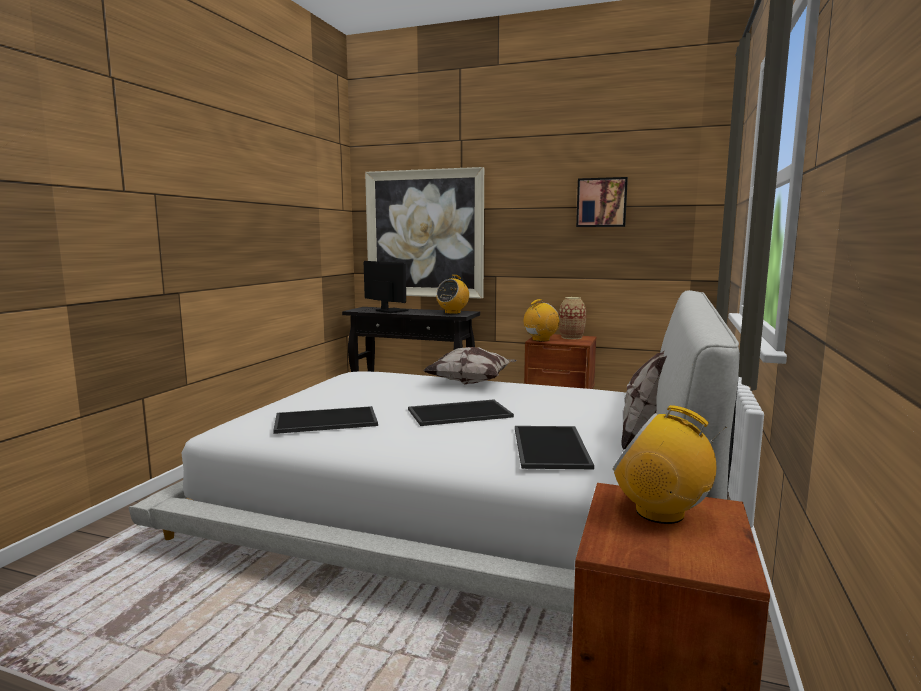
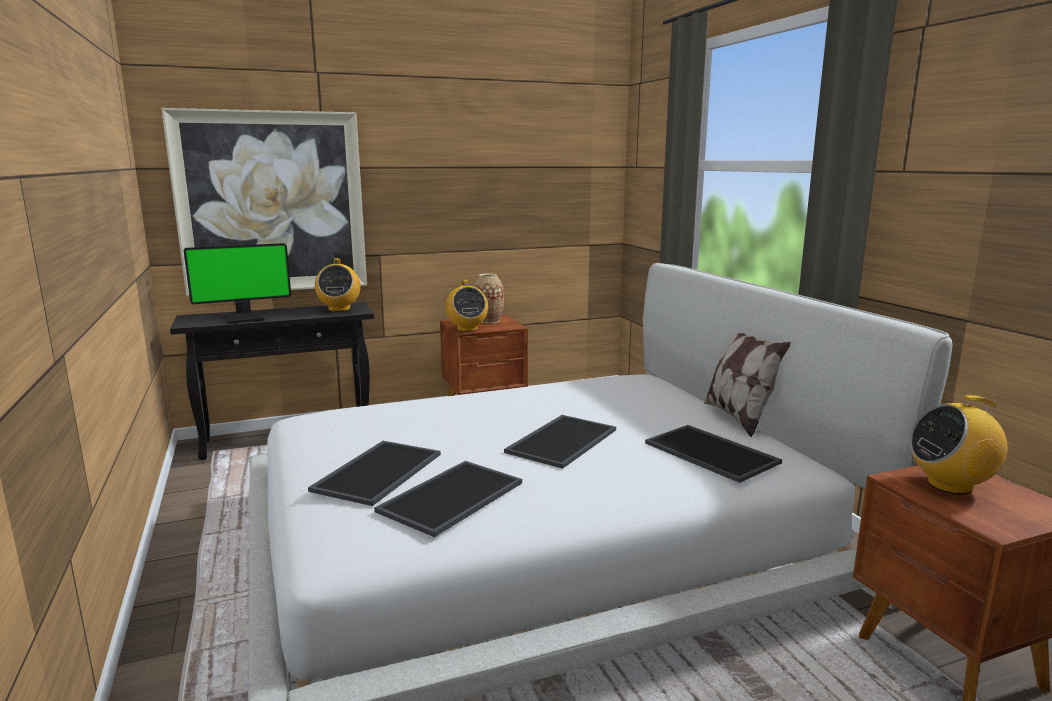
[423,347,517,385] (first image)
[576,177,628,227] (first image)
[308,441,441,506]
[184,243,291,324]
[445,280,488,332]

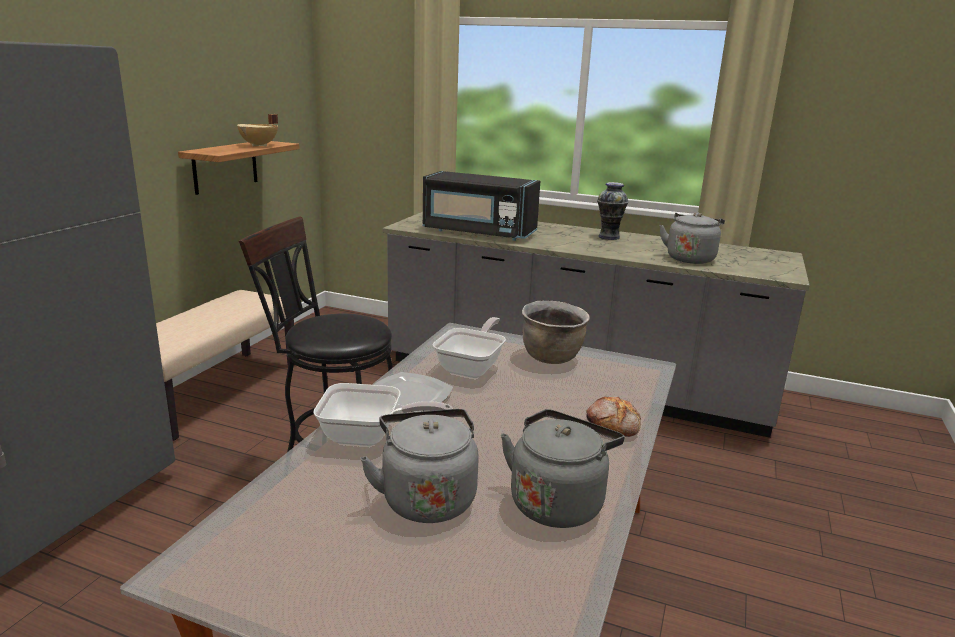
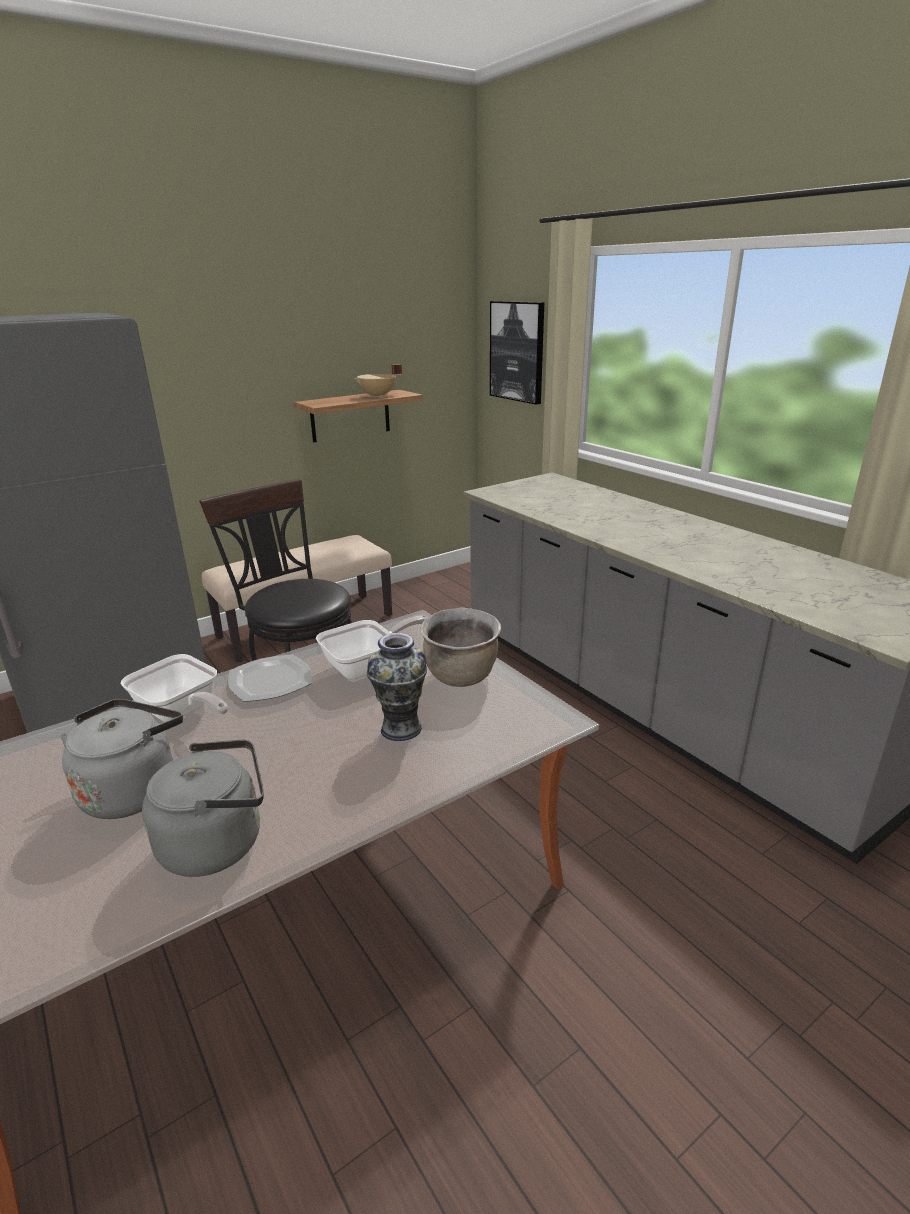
[423,171,540,241] (first image)
[586,396,641,437] (first image)
[659,212,725,264] (first image)
[490,301,544,405]
[367,633,427,741]

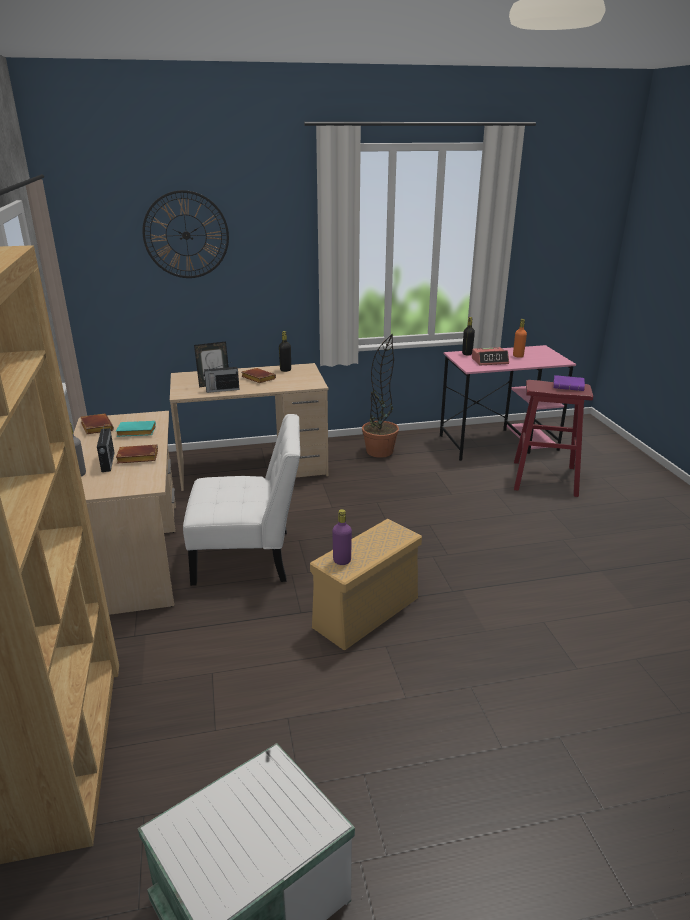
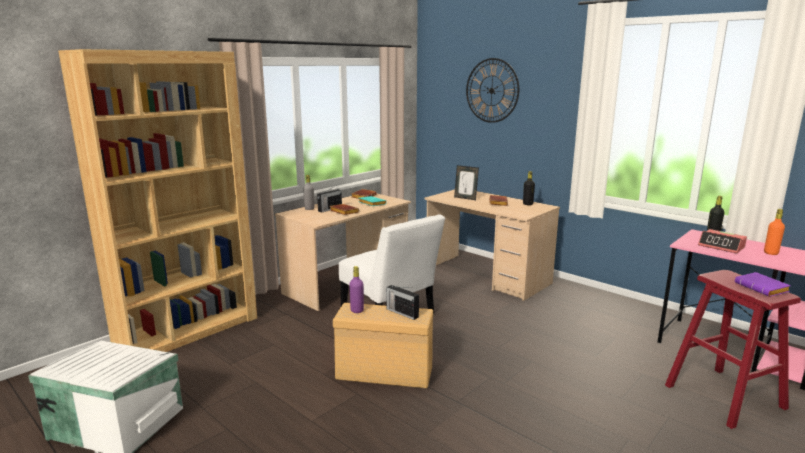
[362,334,399,458] (first image)
[386,285,419,320]

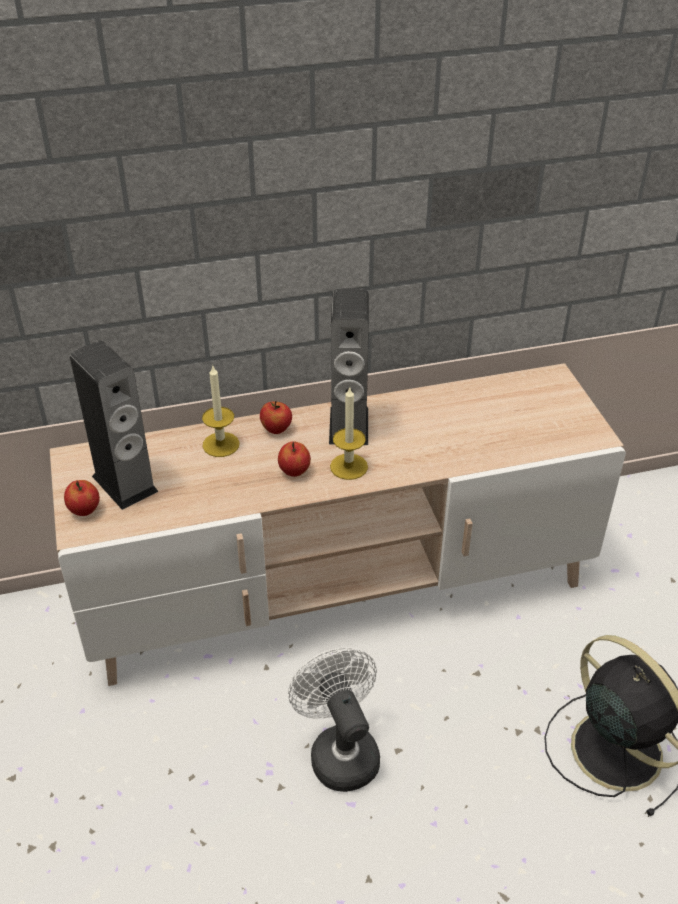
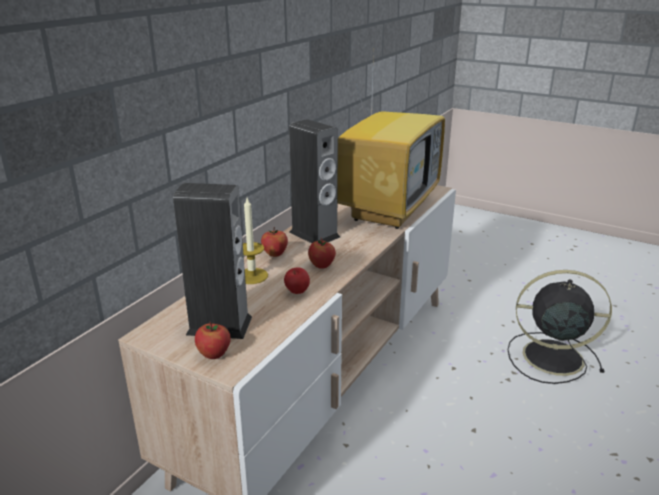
[288,647,380,792] (first image)
[330,386,368,480] (first image)
[284,267,310,294]
[337,52,445,229]

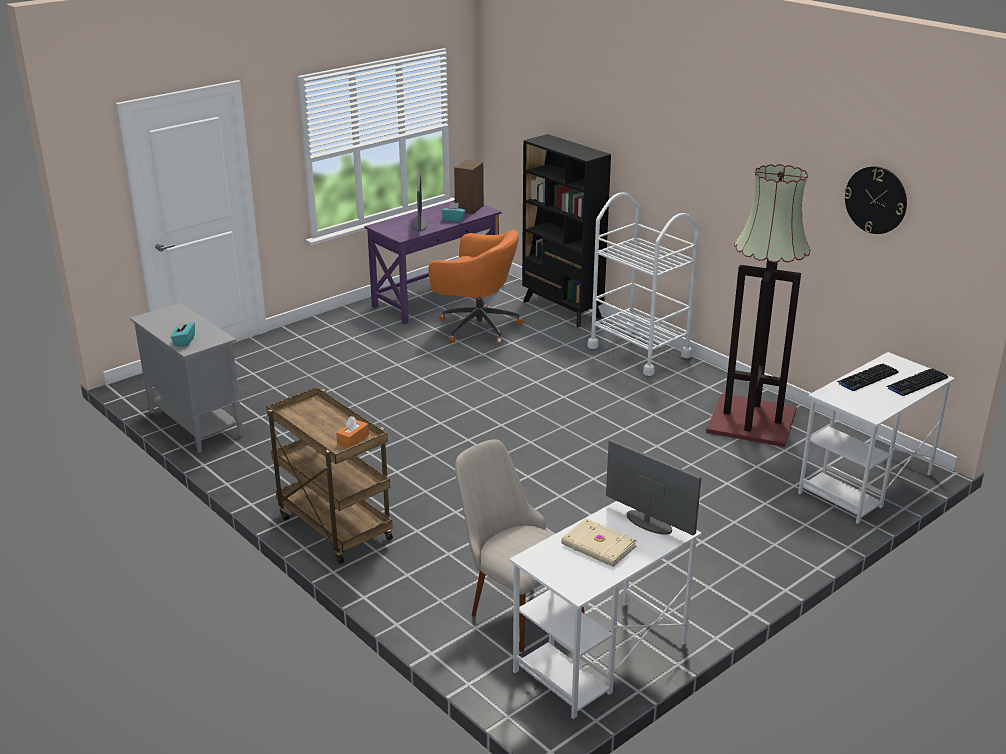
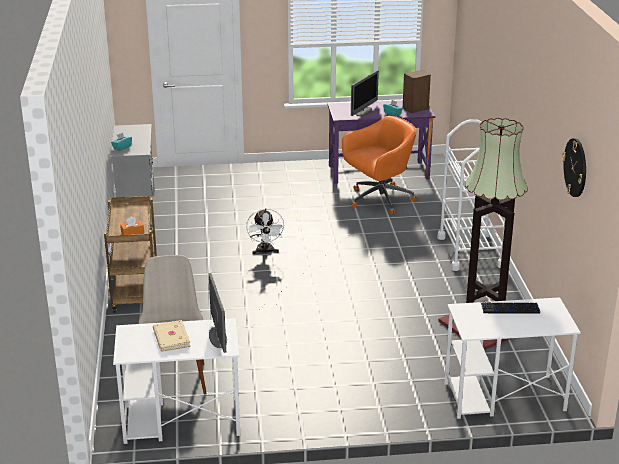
[522,134,611,327] (first image)
[886,368,948,396] (first image)
[246,209,285,255]
[342,116,417,214]

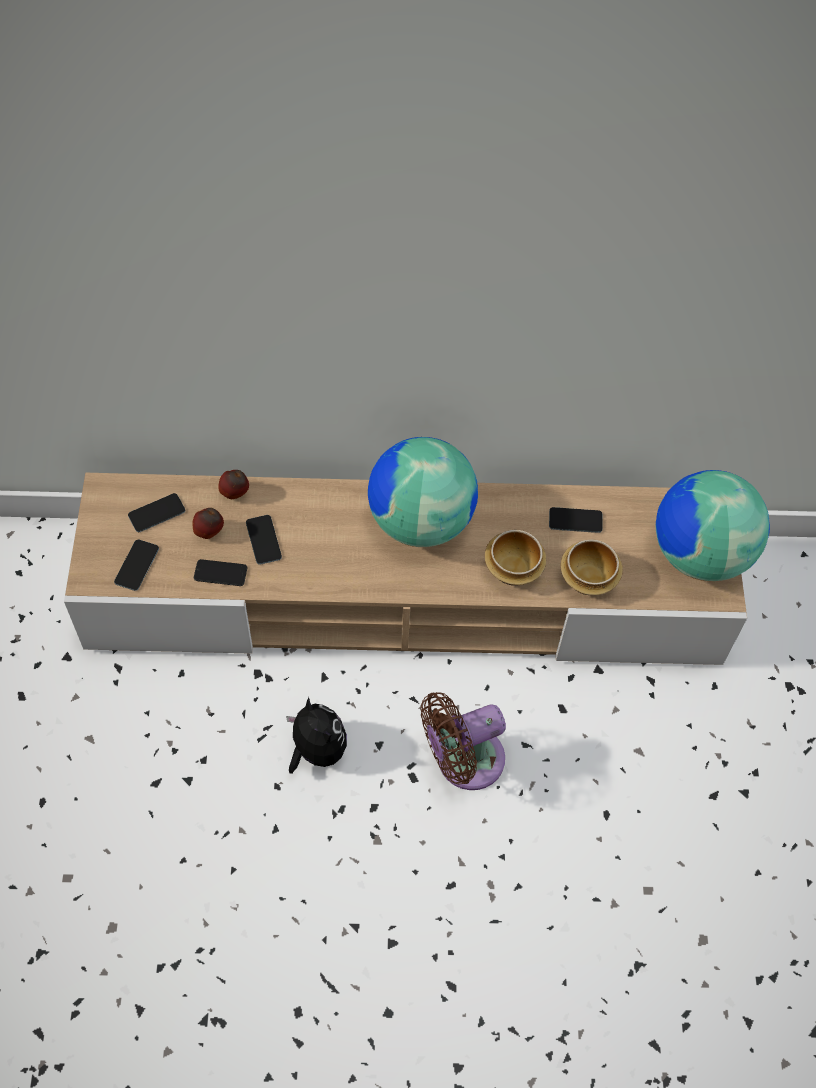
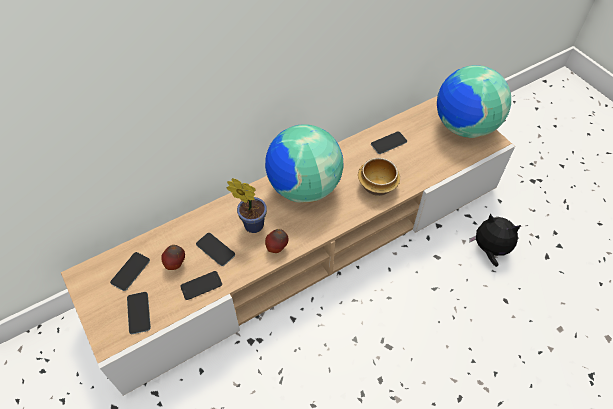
[420,692,506,790] (first image)
[561,539,623,595] (first image)
[227,178,267,233]
[265,229,289,253]
[469,213,521,267]

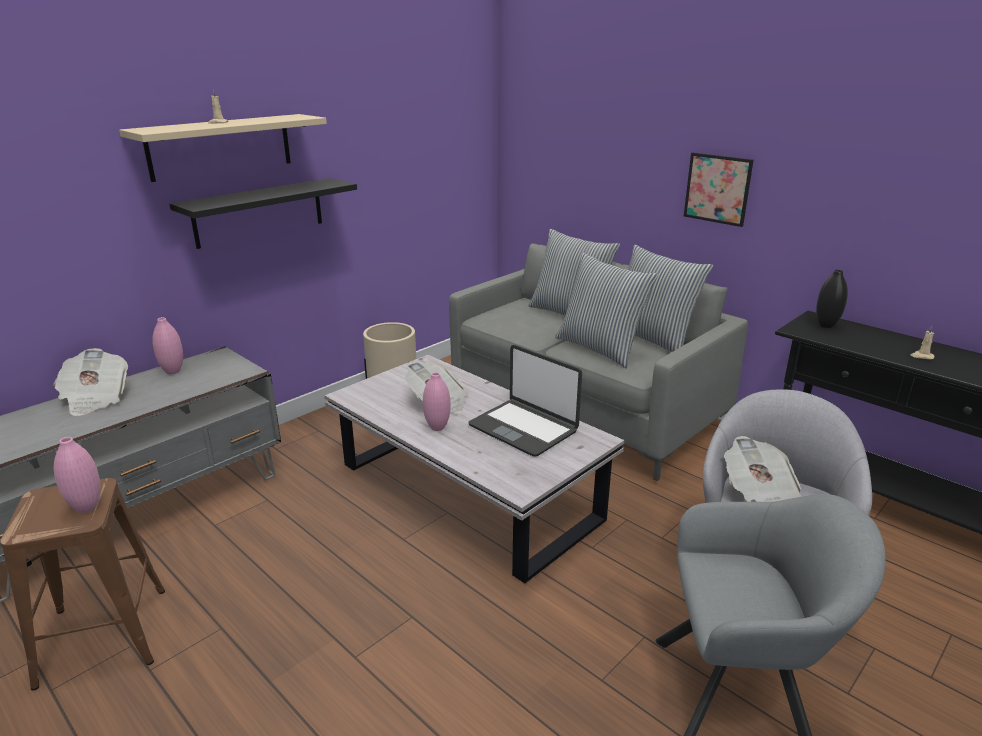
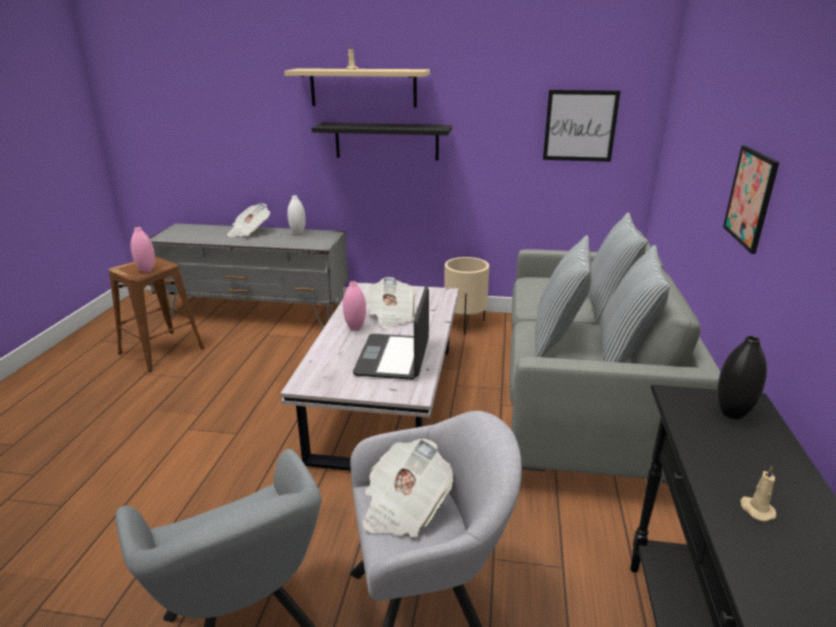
[543,90,620,162]
[287,195,306,235]

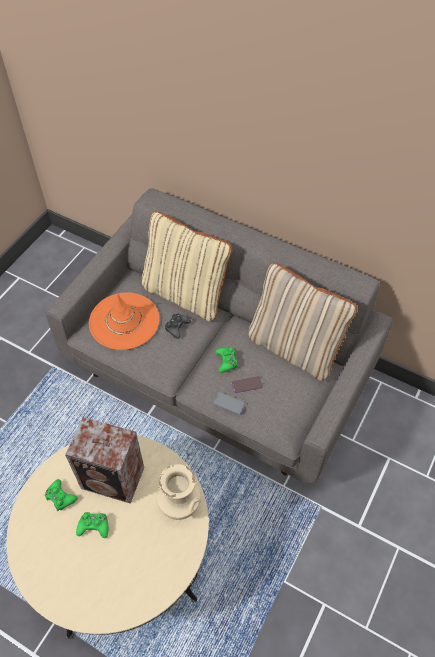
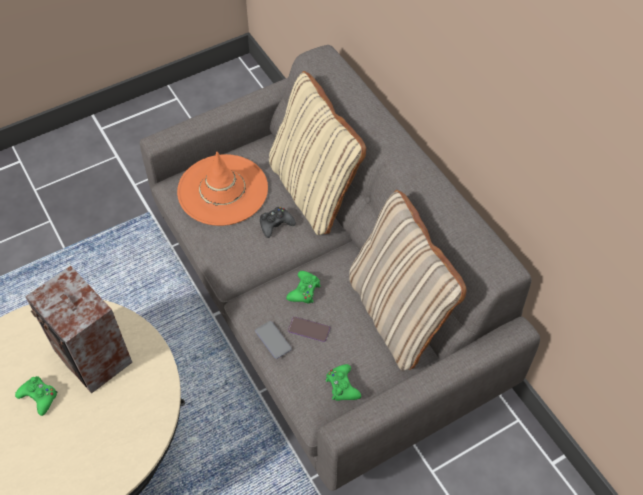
[156,464,201,520] (first image)
[326,364,361,401]

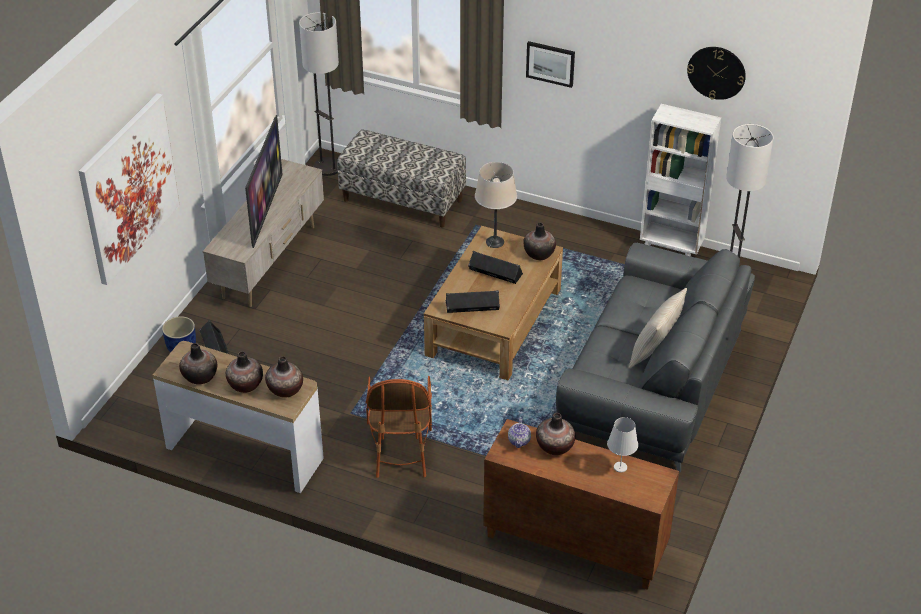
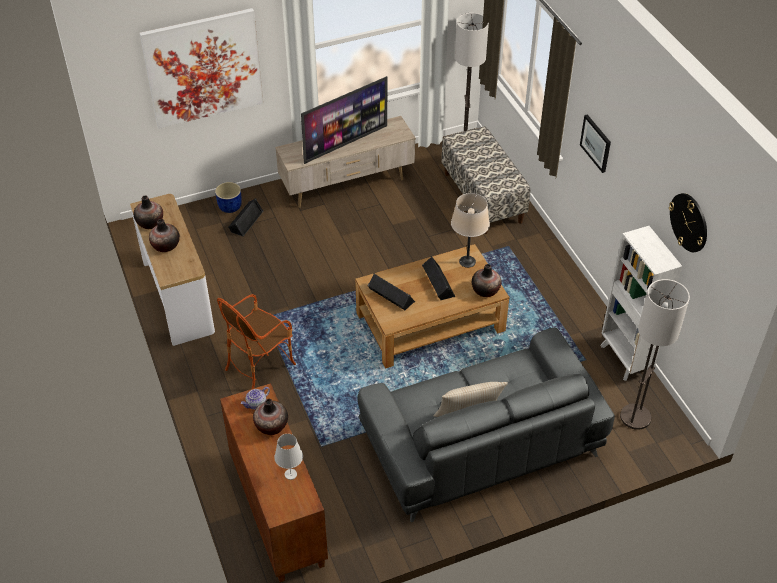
[265,356,303,398] (first image)

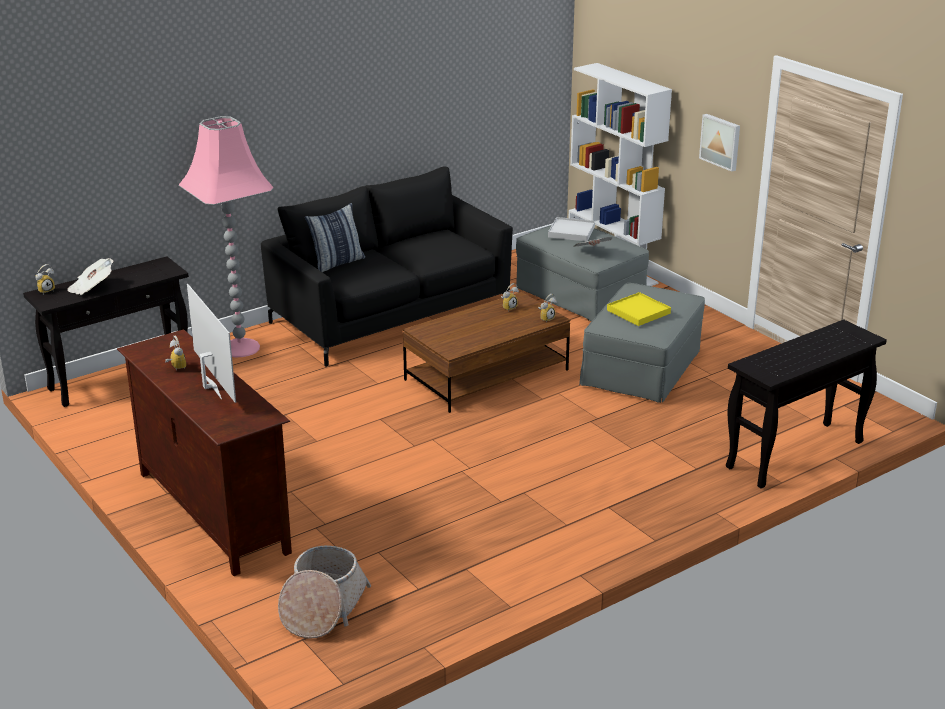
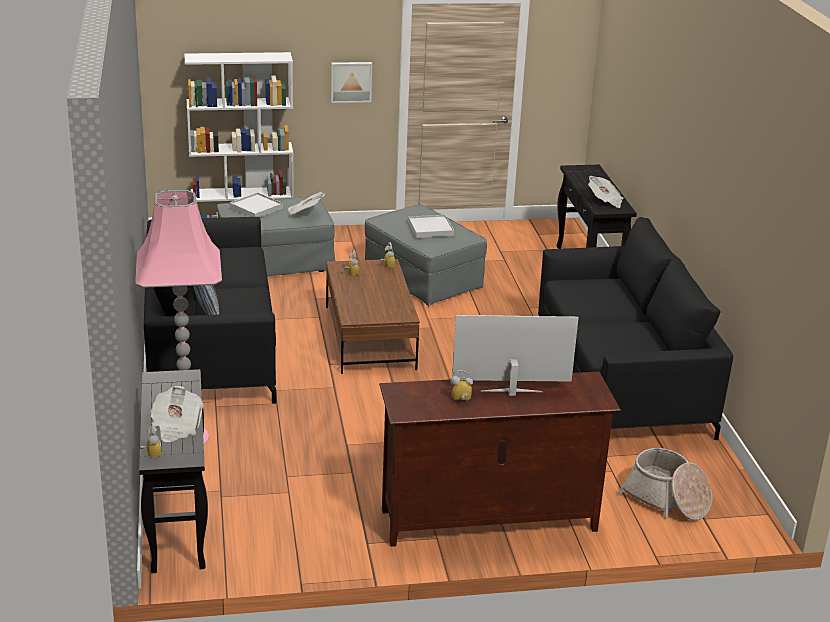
[538,217,733,440]
[589,176,623,208]
[408,215,454,238]

